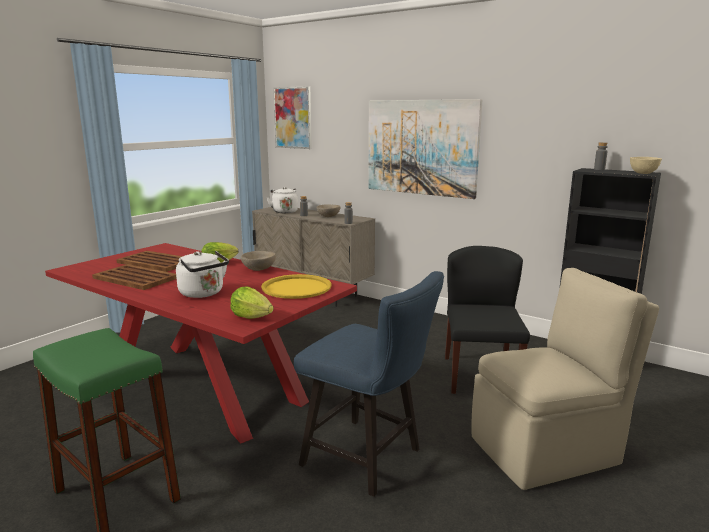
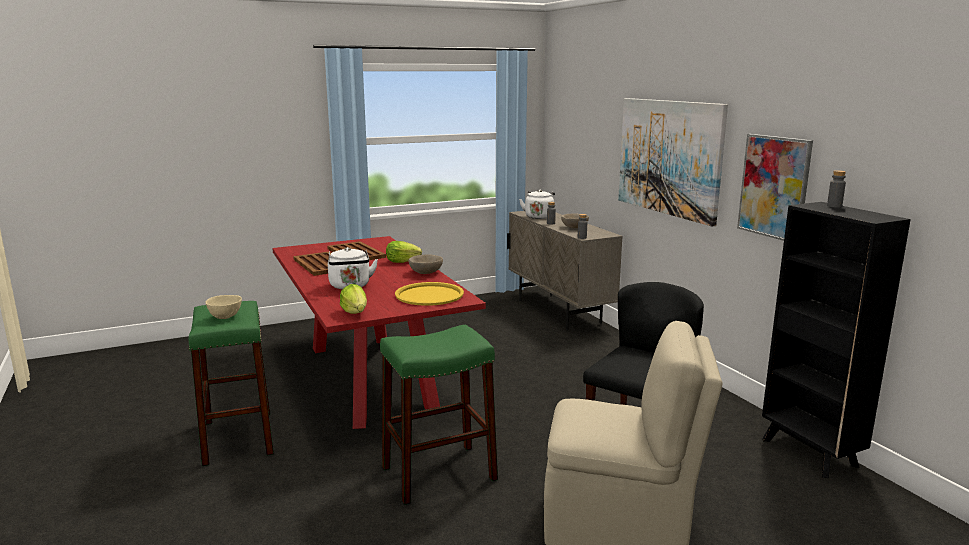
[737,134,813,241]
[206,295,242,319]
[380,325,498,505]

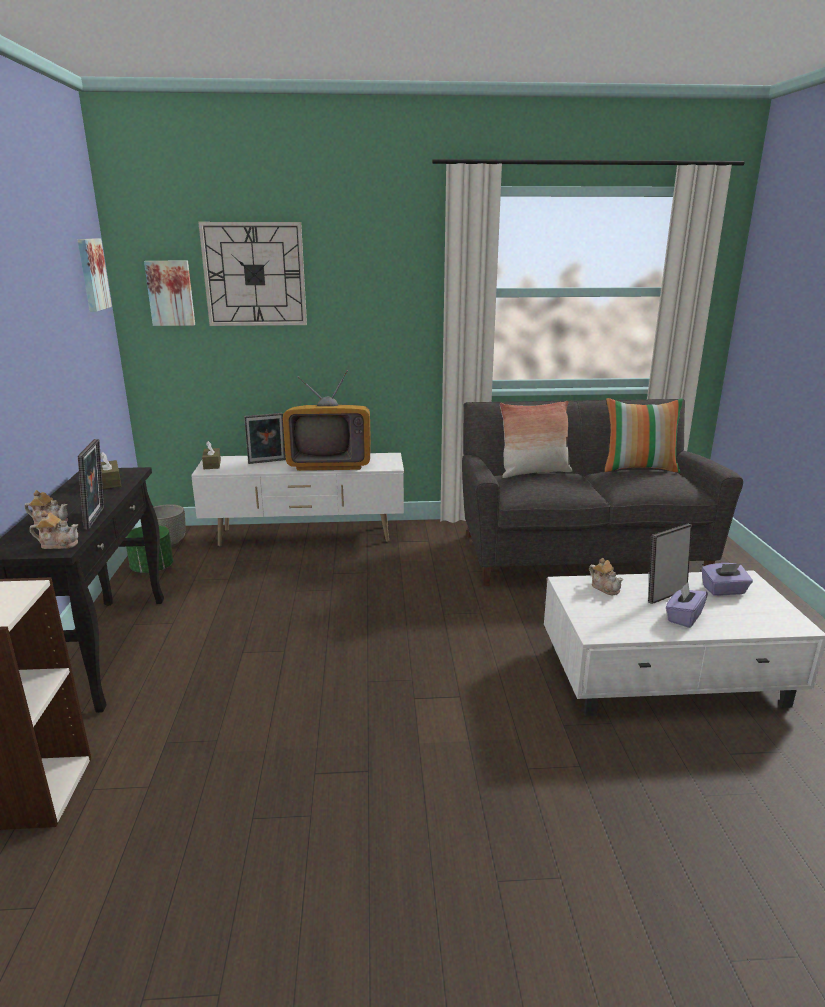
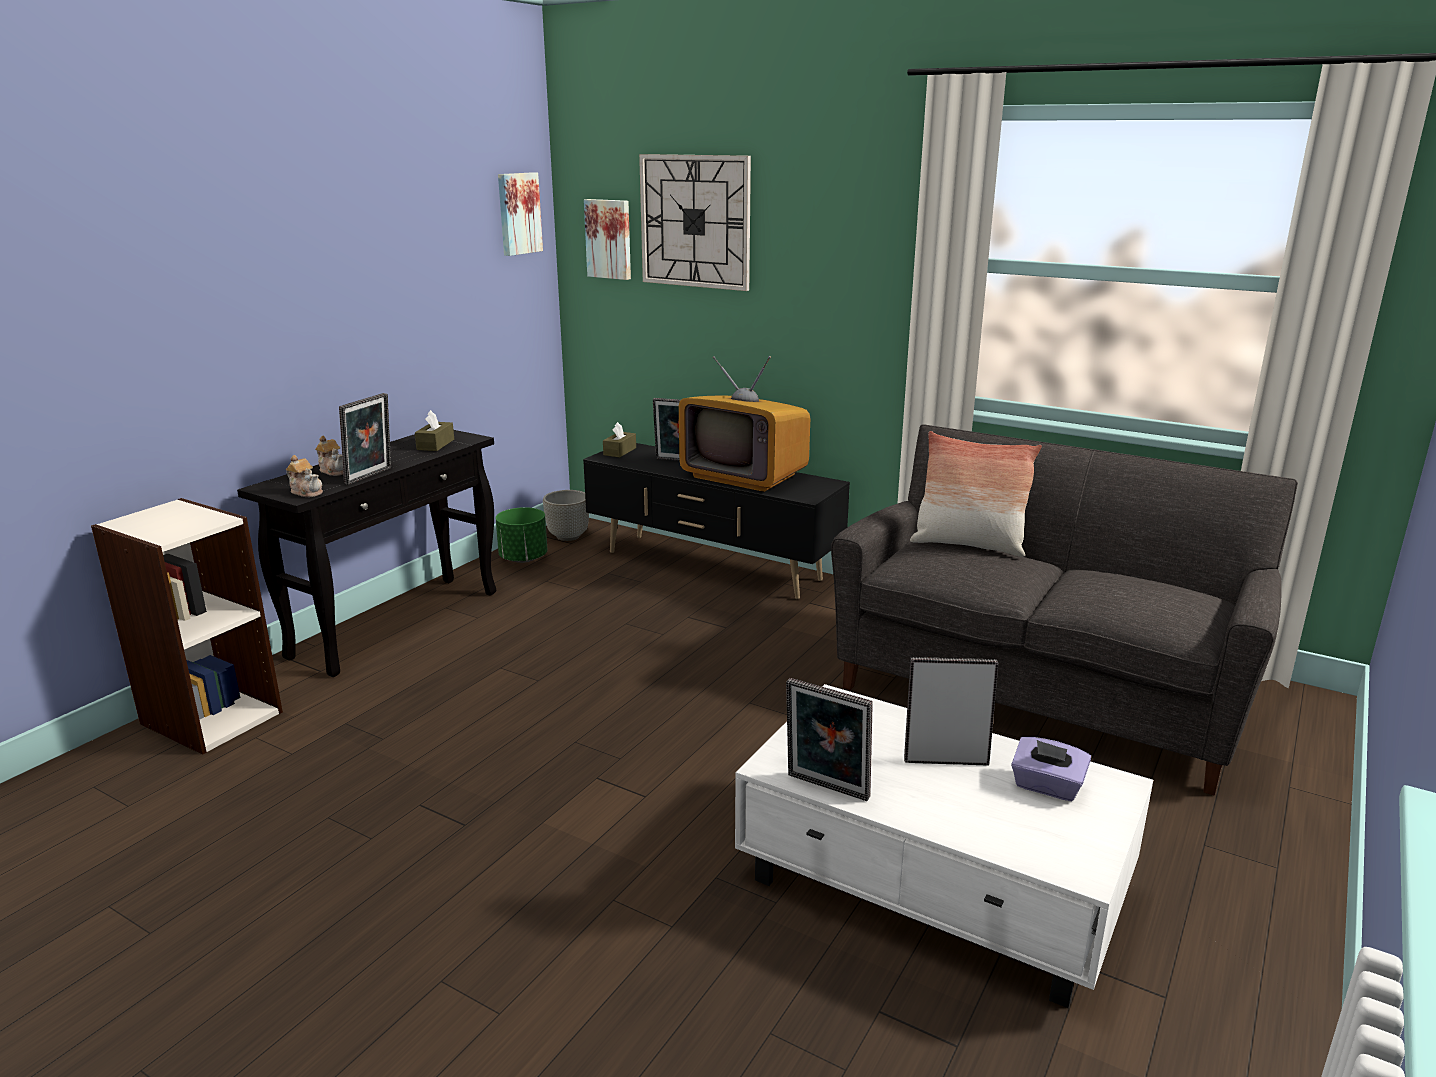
[589,558,623,595] (first image)
[605,398,683,473] (first image)
[666,583,708,628] (first image)
[786,678,873,801]
[583,443,850,599]

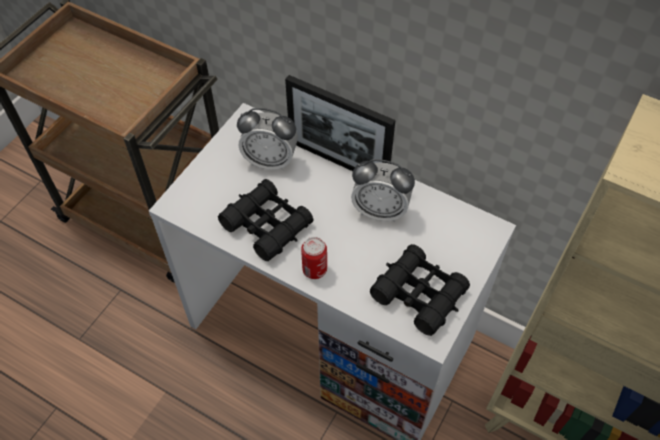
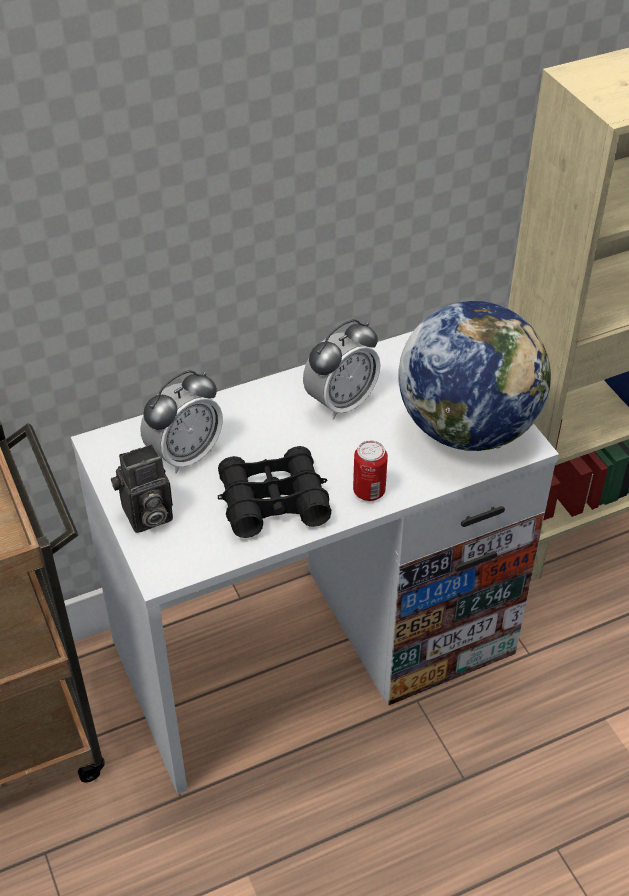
[285,75,395,171] (first image)
[111,444,173,533]
[398,301,551,451]

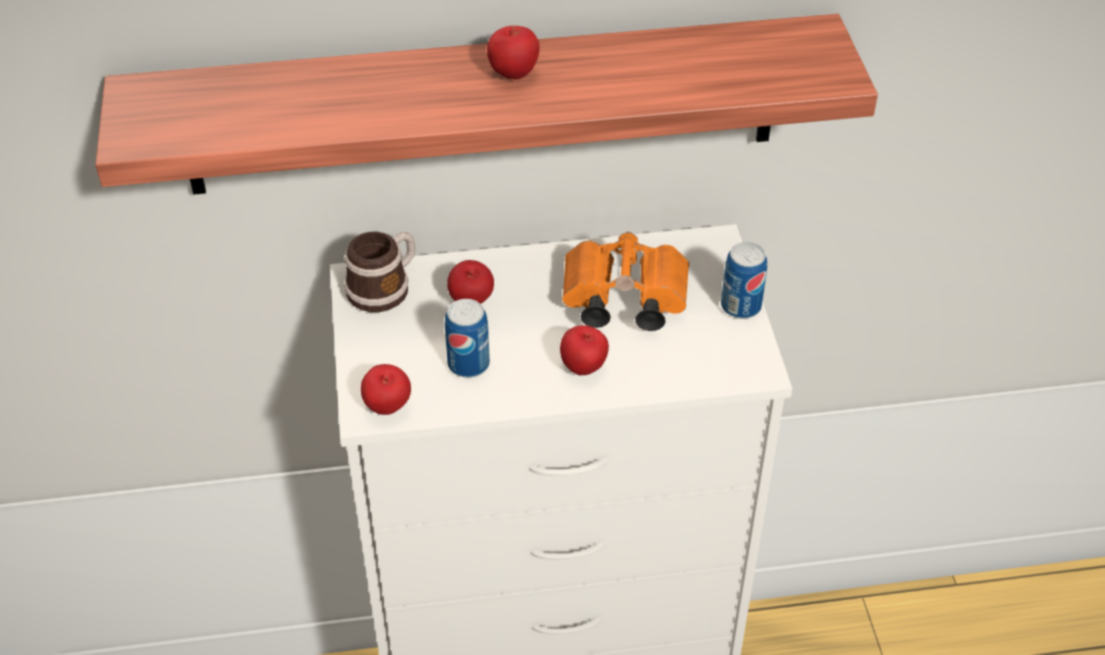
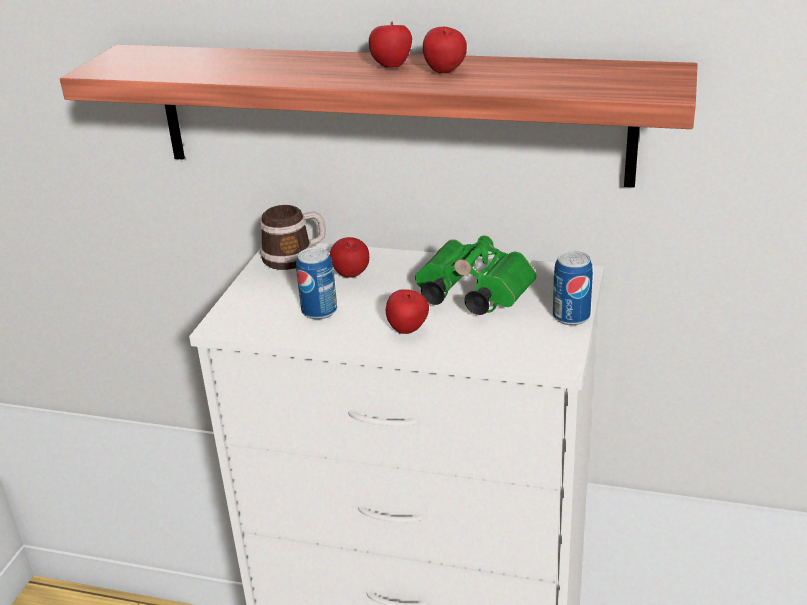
[423,27,467,73]
[415,235,536,315]

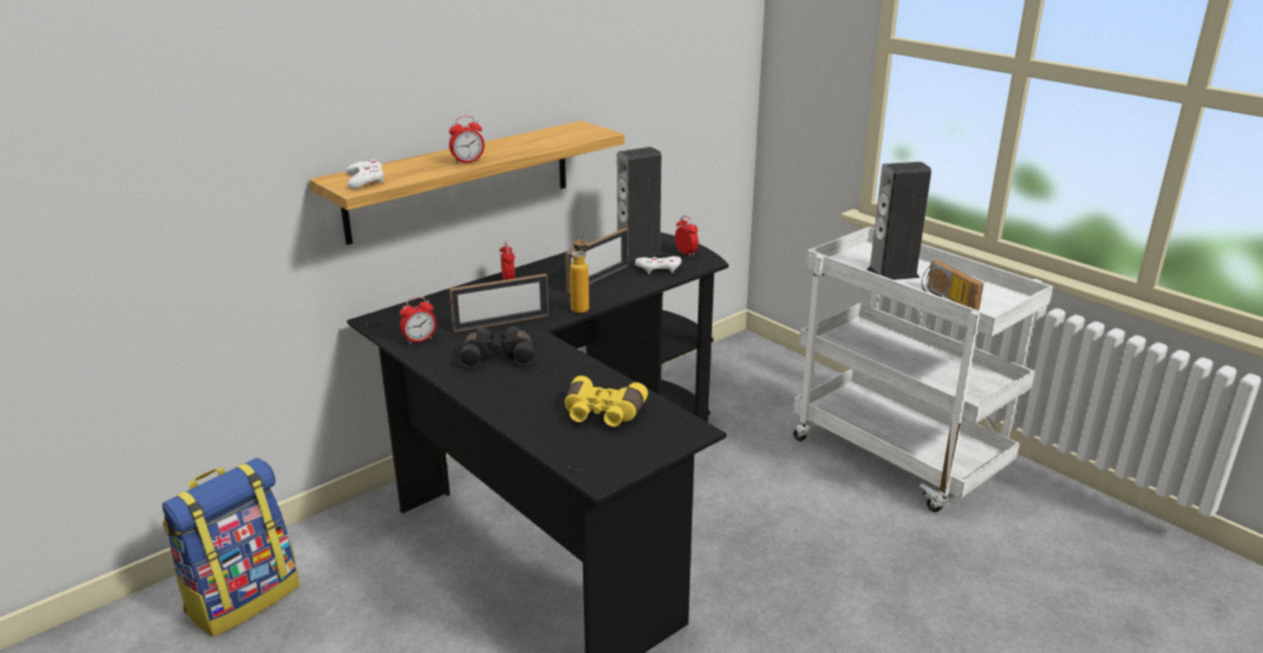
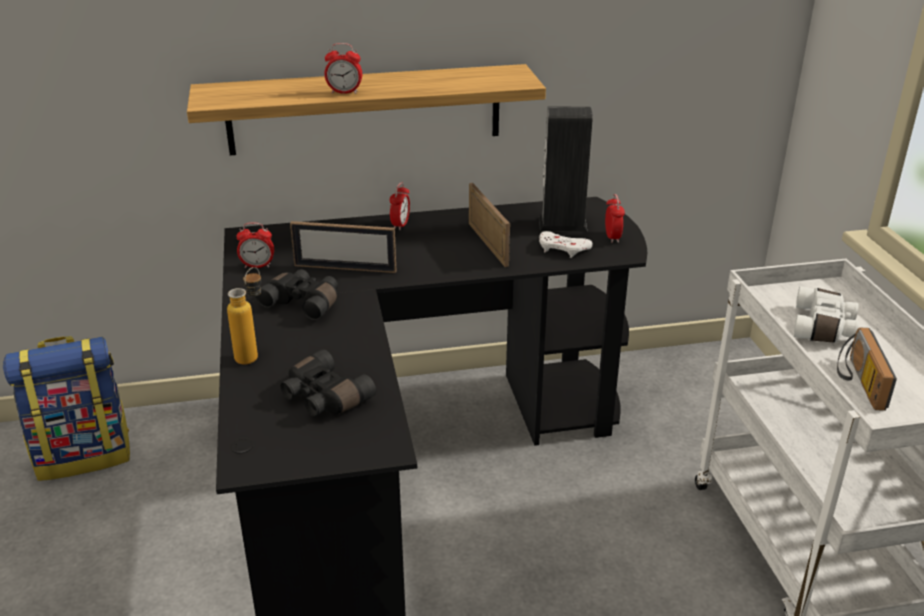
[346,160,384,189] (first image)
[227,267,262,365]
[793,286,859,343]
[280,349,376,416]
[469,183,510,267]

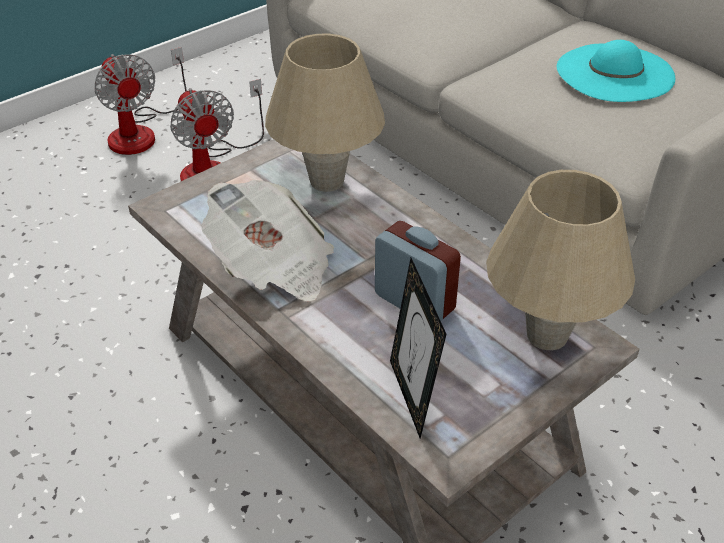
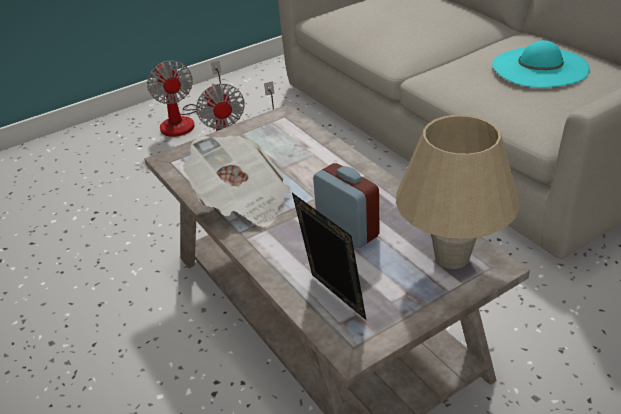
[265,33,385,192] (first image)
[292,193,366,320]

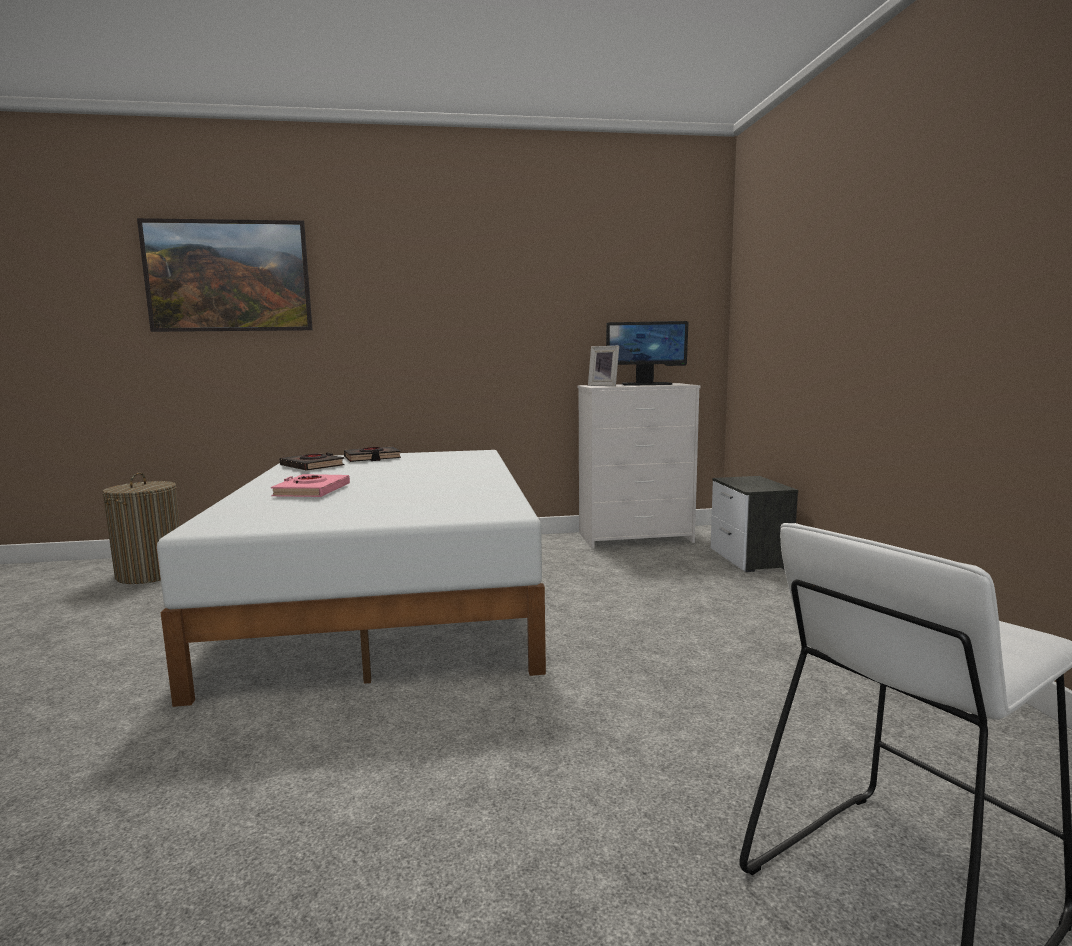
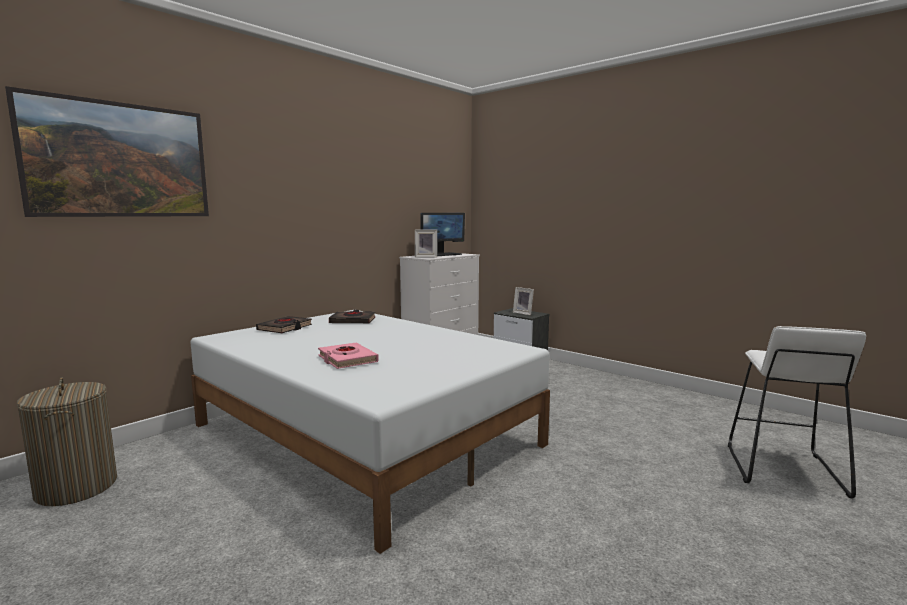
[513,287,534,315]
[329,310,376,323]

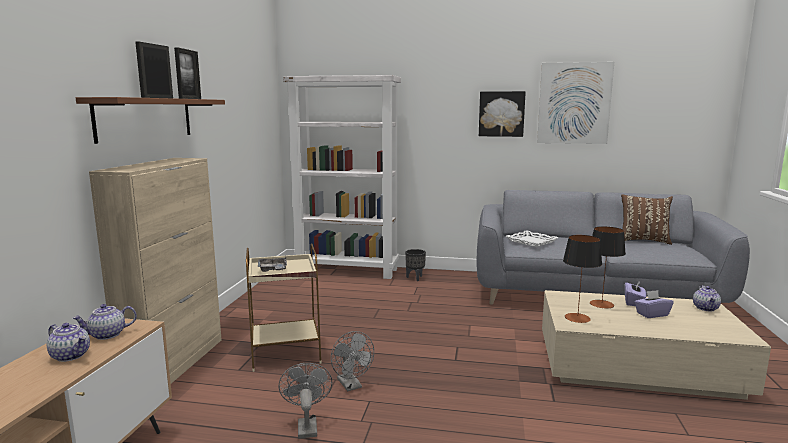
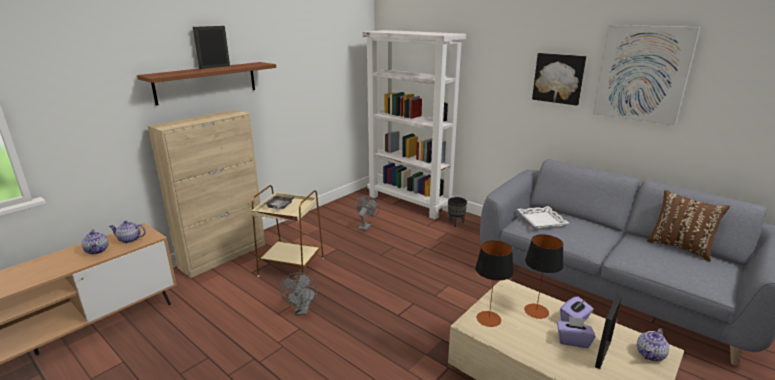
[595,294,622,369]
[355,195,379,231]

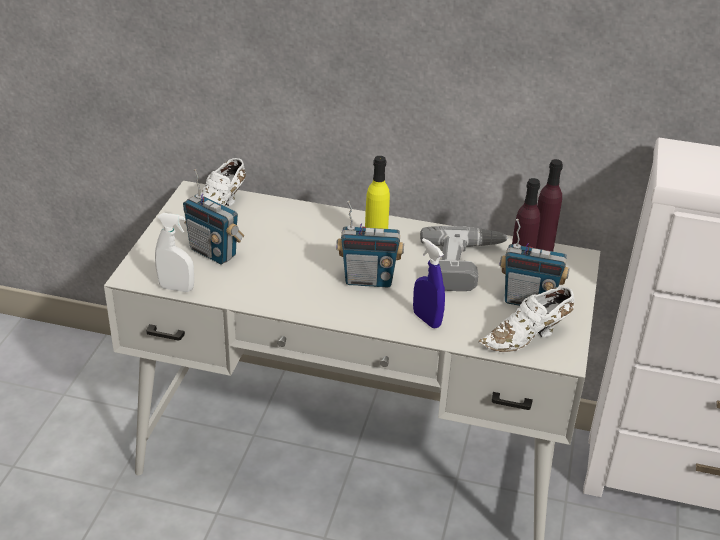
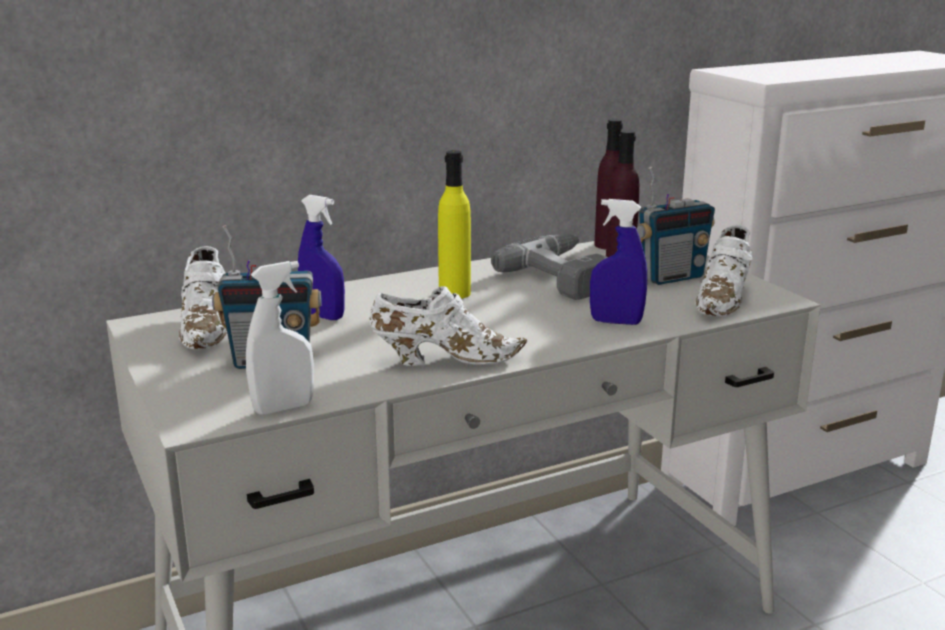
[336,201,404,287] (first image)
[298,195,345,320]
[369,286,527,366]

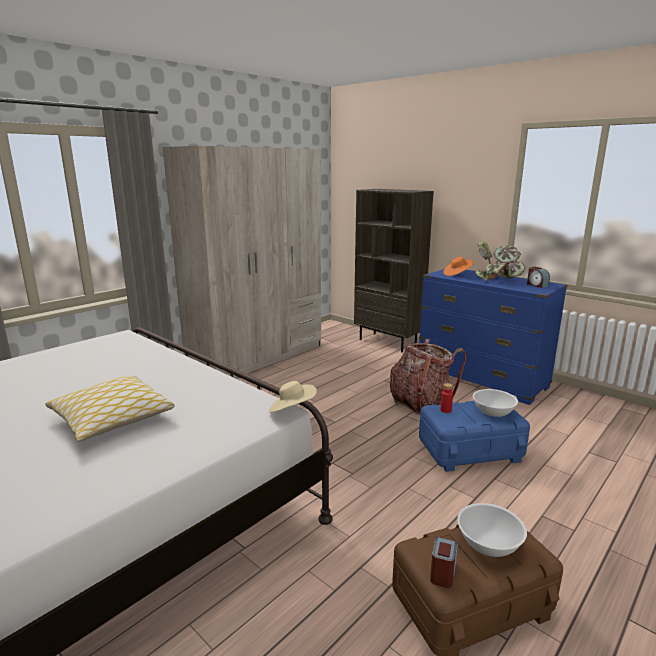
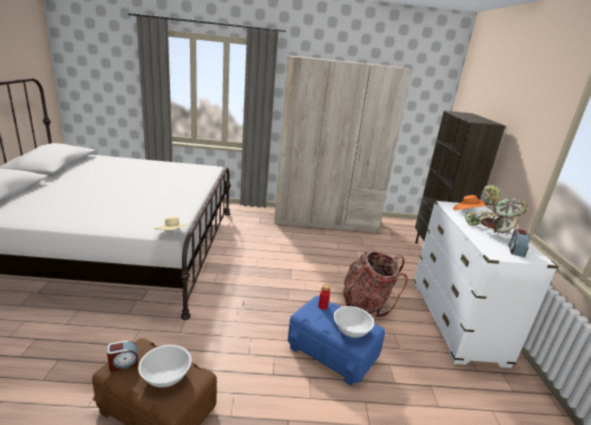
[46,376,175,442] (first image)
[414,200,559,368]

